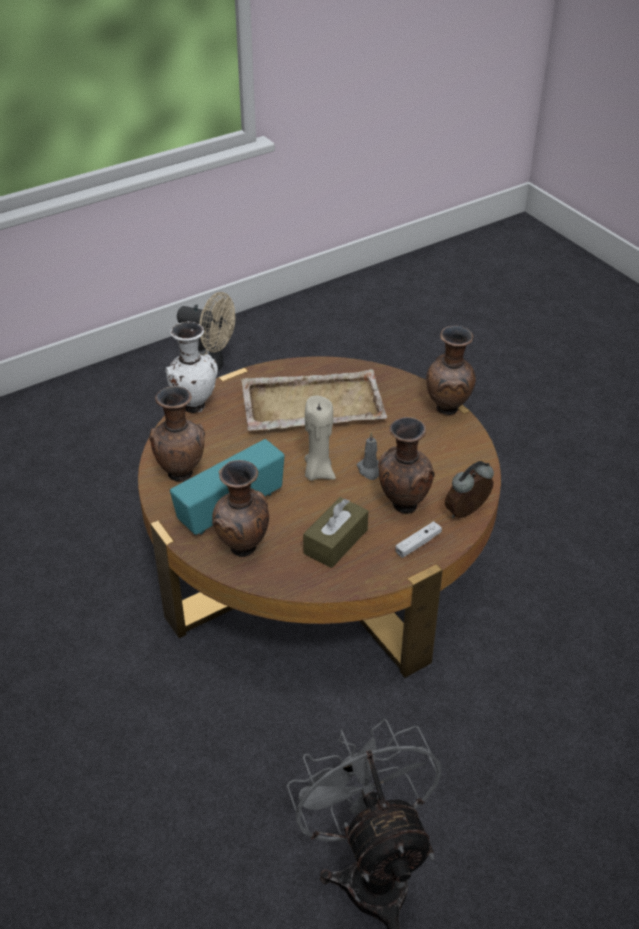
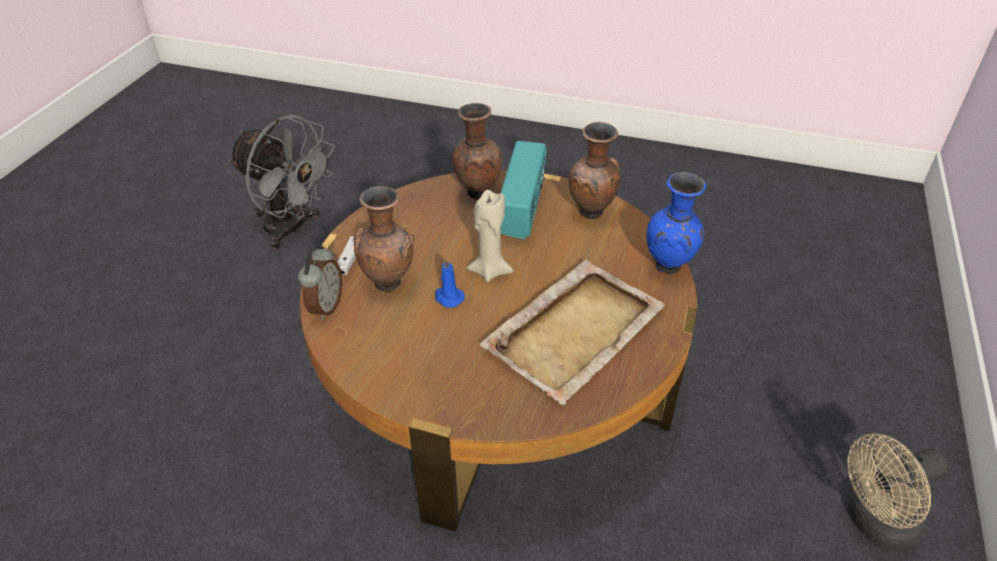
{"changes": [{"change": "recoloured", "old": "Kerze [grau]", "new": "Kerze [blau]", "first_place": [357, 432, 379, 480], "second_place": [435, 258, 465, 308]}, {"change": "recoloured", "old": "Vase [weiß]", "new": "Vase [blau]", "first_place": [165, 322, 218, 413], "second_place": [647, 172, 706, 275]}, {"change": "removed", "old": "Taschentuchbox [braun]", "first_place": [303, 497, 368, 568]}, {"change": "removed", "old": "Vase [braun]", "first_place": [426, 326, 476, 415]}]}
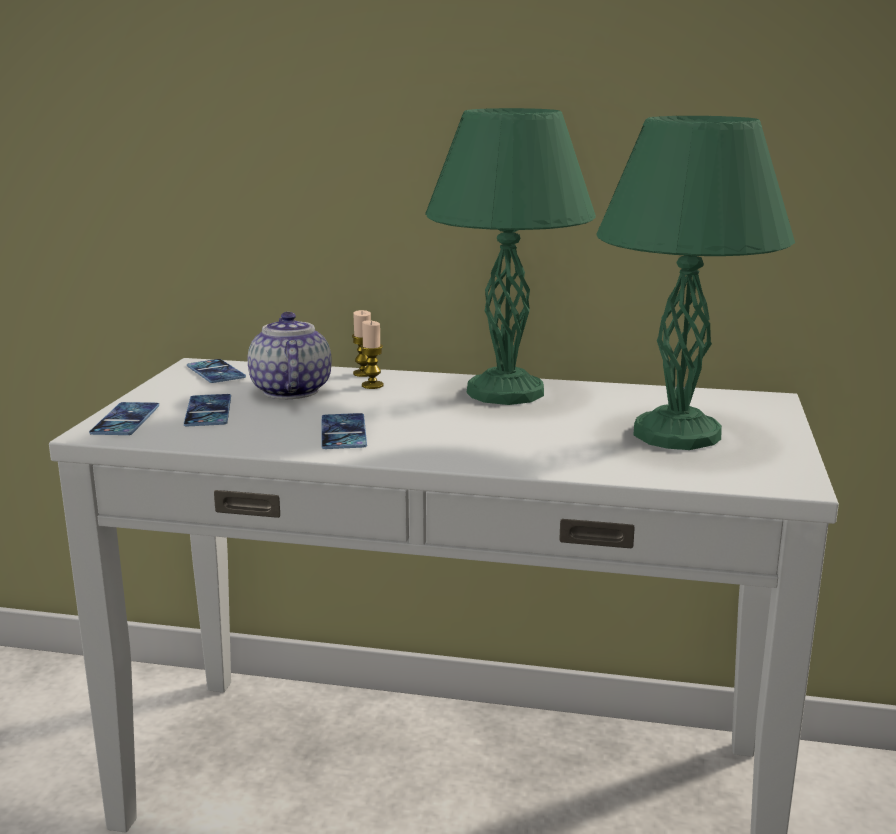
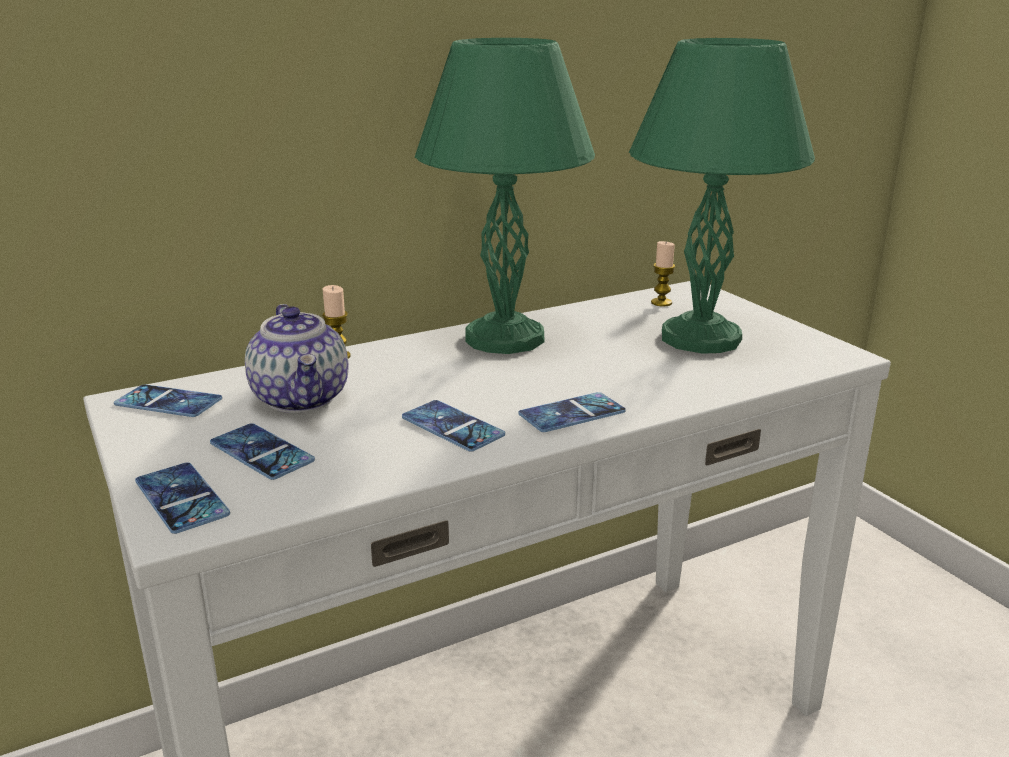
{"changes": [{"change": "turned", "old": "Teekanne", "first_place": [248, 312, 332, 399], "second_place": [245, 304, 348, 413], "degrees": -150}, {"change": "added", "new": "Handy", "second_place": [519, 392, 626, 432]}, {"change": "moved", "old": "Kerze", "first_place": [360, 320, 383, 389], "second_place": [651, 241, 675, 306]}]}
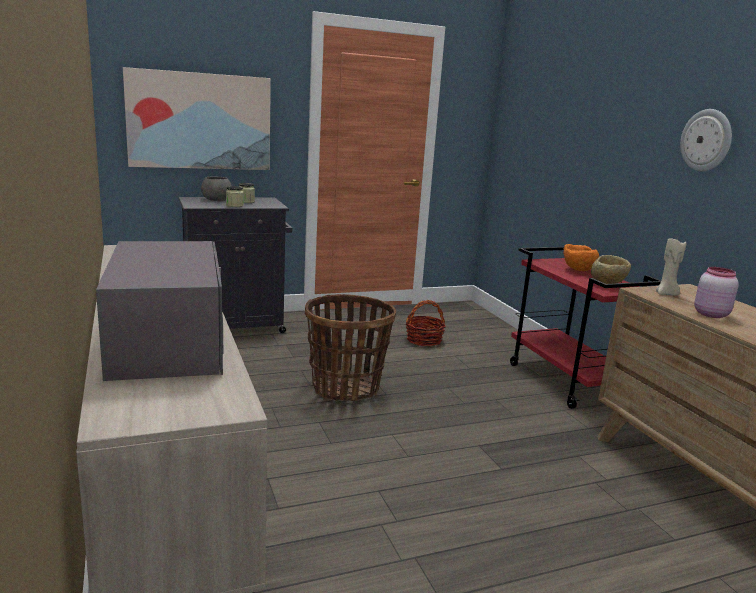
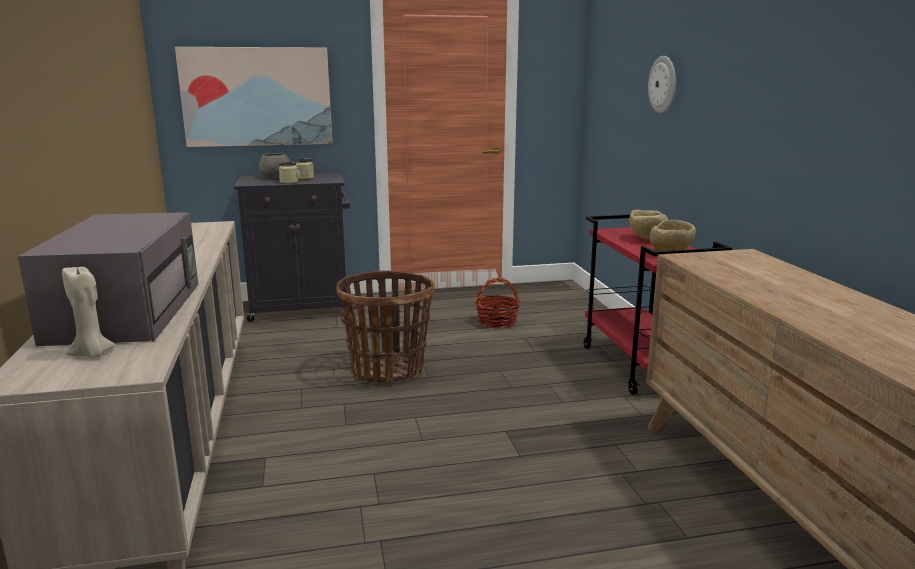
{"changes": [{"change": "moved", "old": "Kerze [beige]", "first_place": [656, 238, 686, 296], "second_place": [62, 266, 116, 358]}, {"change": "recoloured", "old": "Schüssel [orange]", "new": "Schüssel [beige]", "first_place": [564, 244, 599, 271], "second_place": [629, 210, 668, 240]}, {"change": "moved", "old": "Wanduhr", "first_place": [680, 109, 732, 171], "second_place": [648, 56, 676, 113]}, {"change": "removed", "old": "Vorratsglas [rosa]", "first_place": [694, 267, 739, 318]}]}
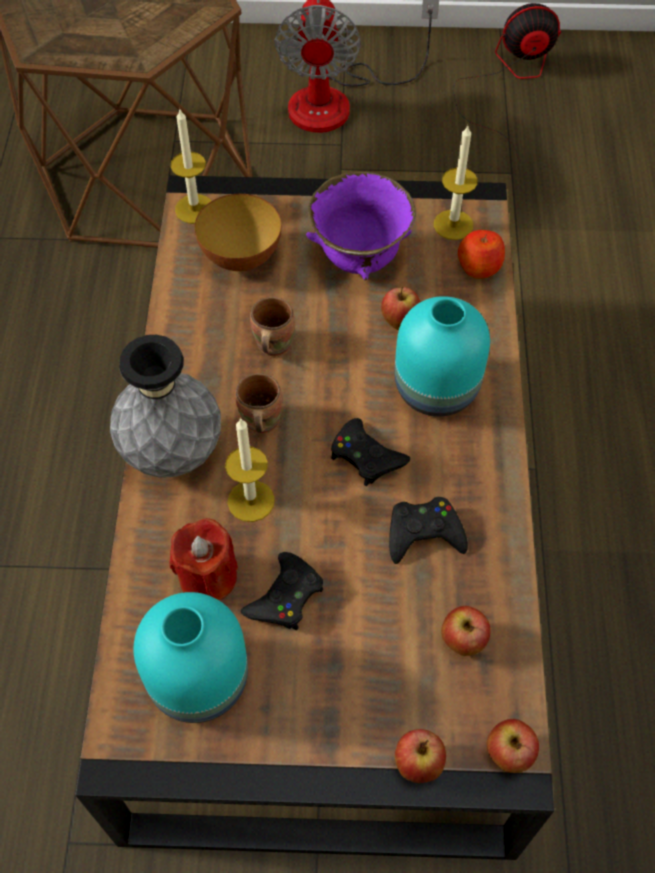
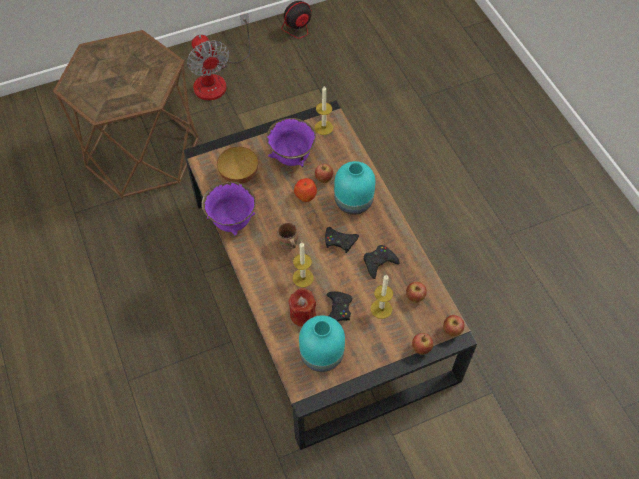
{"changes": [{"change": "added", "new": "Schüssel [lila]", "second_place": [201, 182, 256, 235]}, {"change": "moved", "old": "Apfel", "first_place": [458, 230, 505, 279], "second_place": [294, 178, 317, 202]}, {"change": "moved", "old": "Kerze", "first_place": [170, 109, 212, 224], "second_place": [371, 274, 393, 319]}, {"change": "removed", "old": "Vase [grau]", "first_place": [110, 335, 221, 478]}, {"change": "removed", "old": "Henkelbecher [braun]", "first_place": [250, 297, 295, 356]}]}
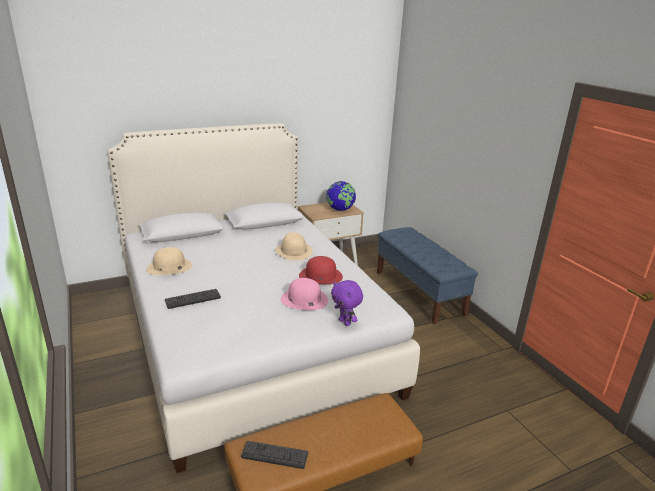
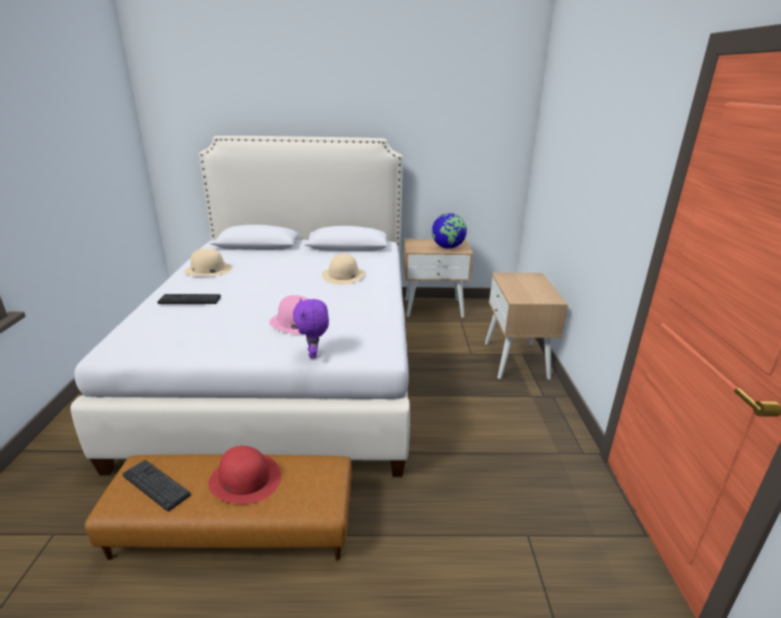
{"changes": [{"change": "moved", "old": "Hut [rot]", "first_place": [299, 256, 343, 284], "second_place": [208, 446, 281, 504]}, {"change": "replaced", "old": "Bank [blau]", "new": "Nachttisch [beige]", "first_place": [377, 227, 478, 324], "second_place": [485, 273, 568, 380]}]}
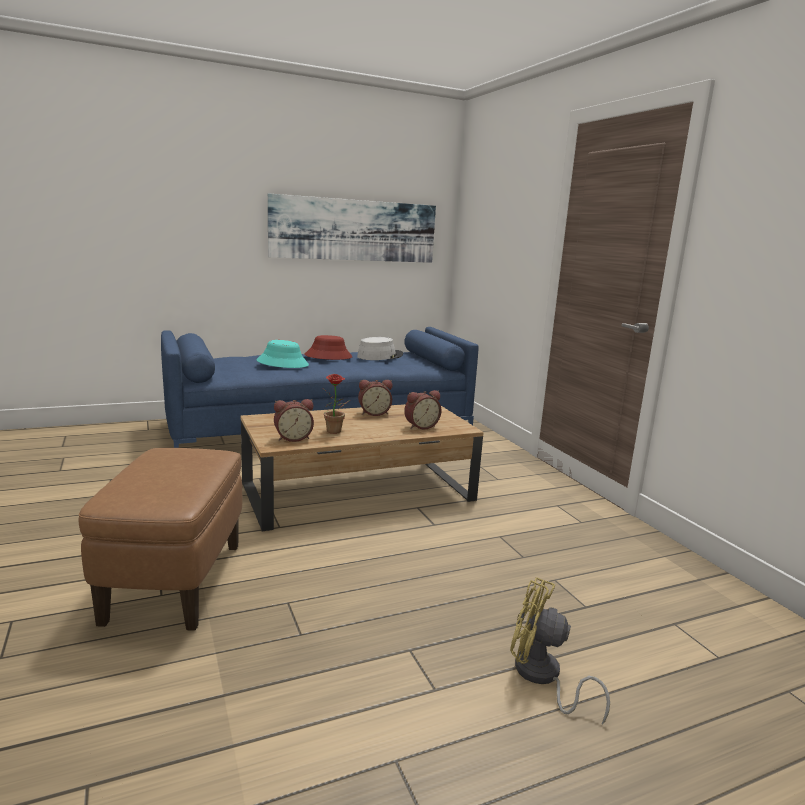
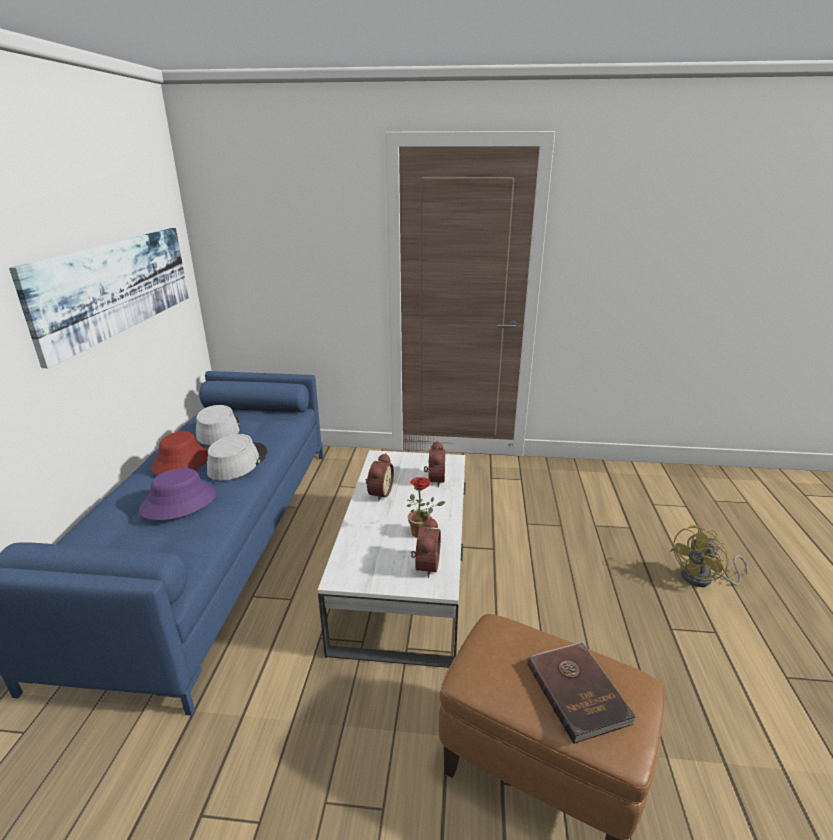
{"changes": [{"change": "recoloured", "old": "Hut [türkis]", "new": "Hut [lila]", "first_place": [257, 340, 309, 368], "second_place": [139, 468, 216, 520]}, {"change": "added", "new": "Hut [grau]", "second_place": [207, 434, 267, 481]}, {"change": "recoloured", "old": "Couchtisch [braun]", "new": "Couchtisch [weiß]", "first_place": [241, 404, 484, 531], "second_place": [318, 450, 466, 668]}, {"change": "added", "new": "Buch [braun]", "second_place": [527, 642, 637, 744]}]}
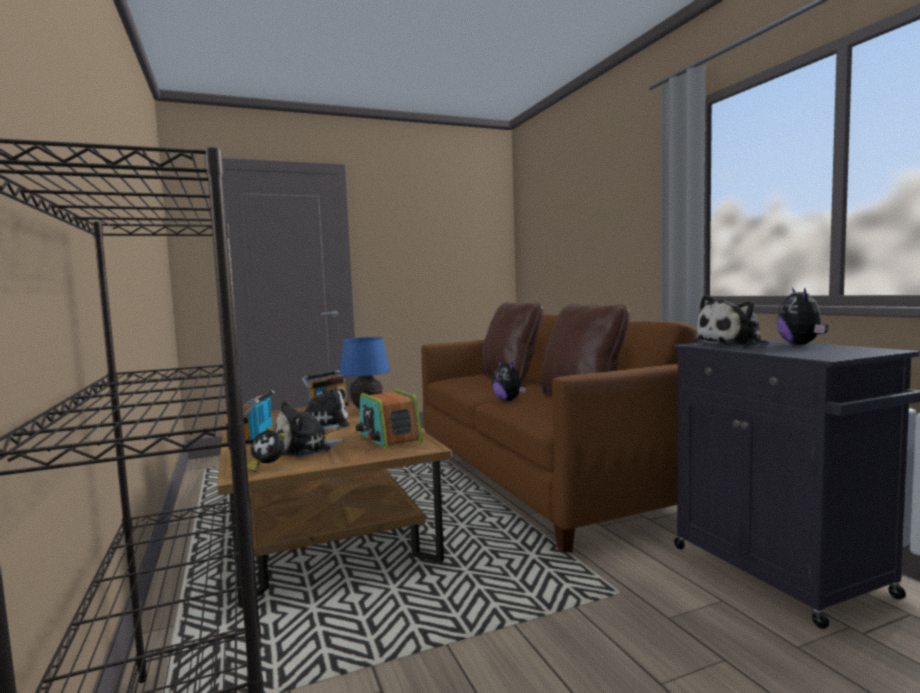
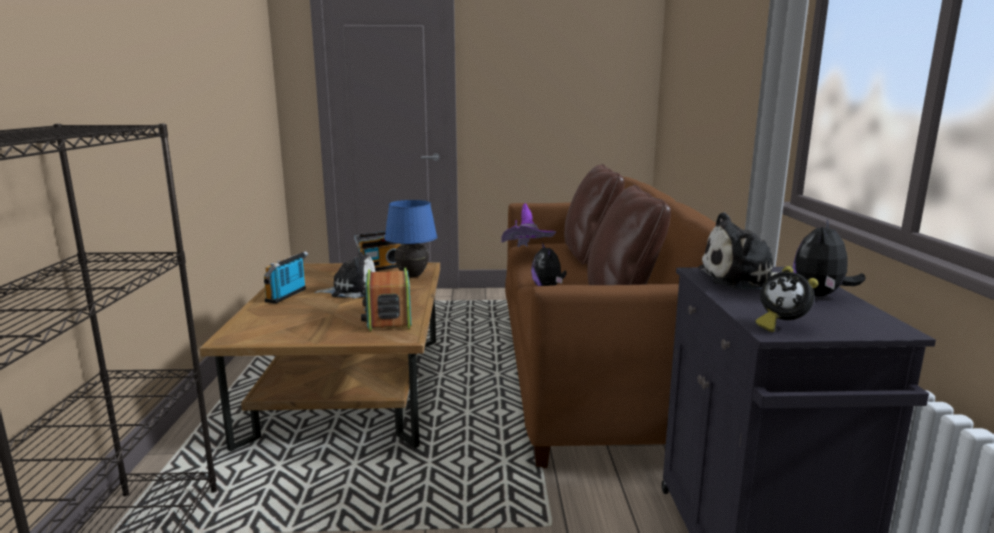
{"changes": [{"change": "added", "new": "Hut [lila]", "second_place": [501, 203, 556, 247]}, {"change": "moved", "old": "Wecker", "first_place": [247, 427, 285, 473], "second_place": [756, 266, 818, 332]}, {"change": "removed", "old": "Plüschtier", "first_place": [275, 401, 345, 457]}]}
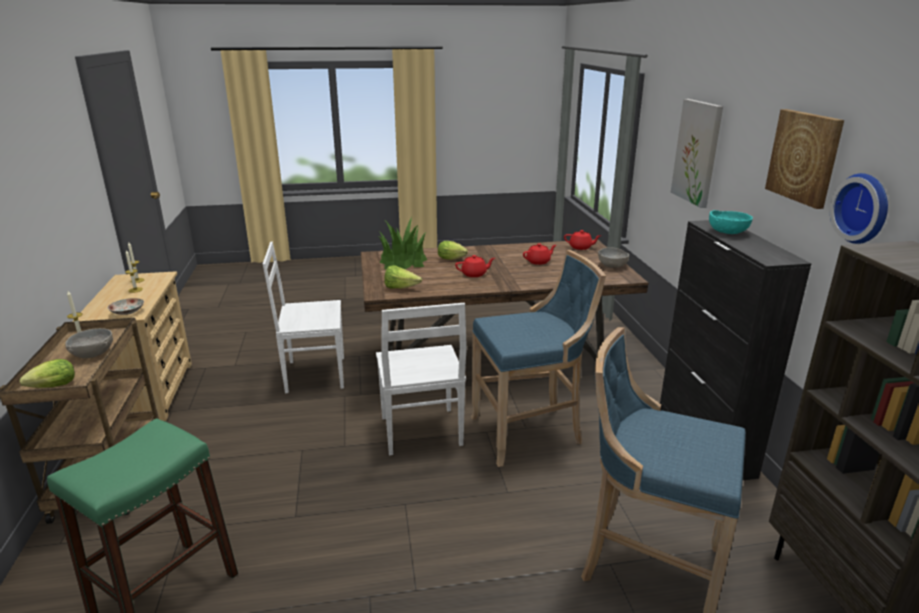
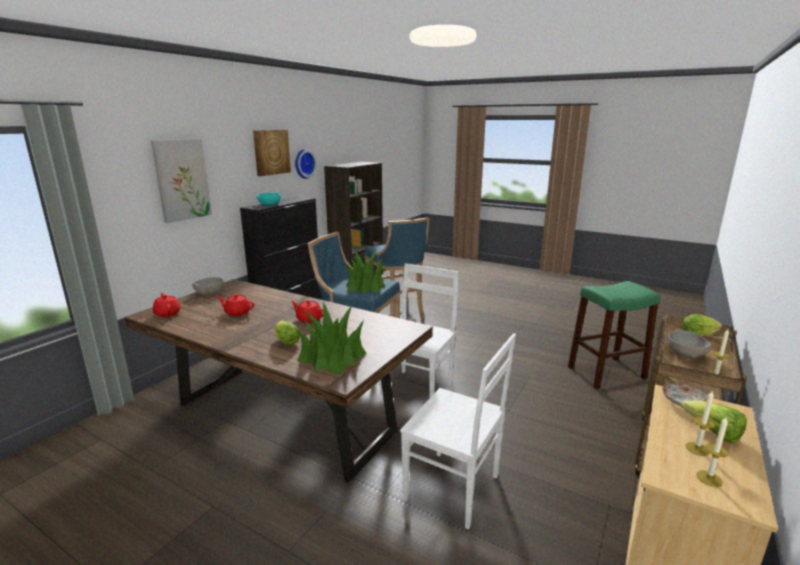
{"changes": [{"change": "added", "new": "Topfpflanze", "second_place": [346, 249, 385, 293]}, {"change": "moved", "old": "Salatkopf", "first_place": [384, 265, 422, 289], "second_place": [681, 400, 747, 444]}]}
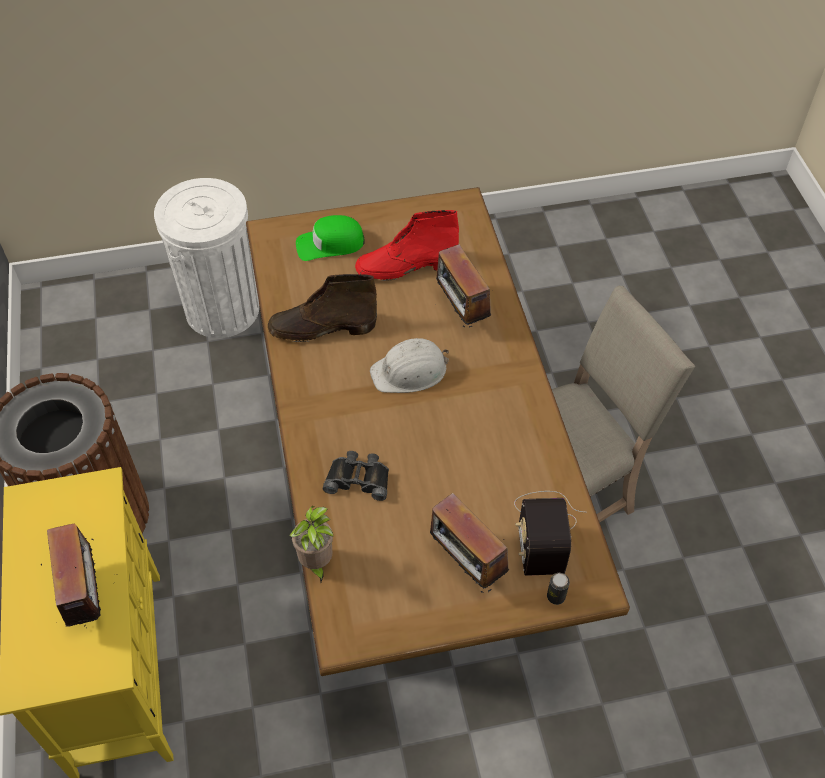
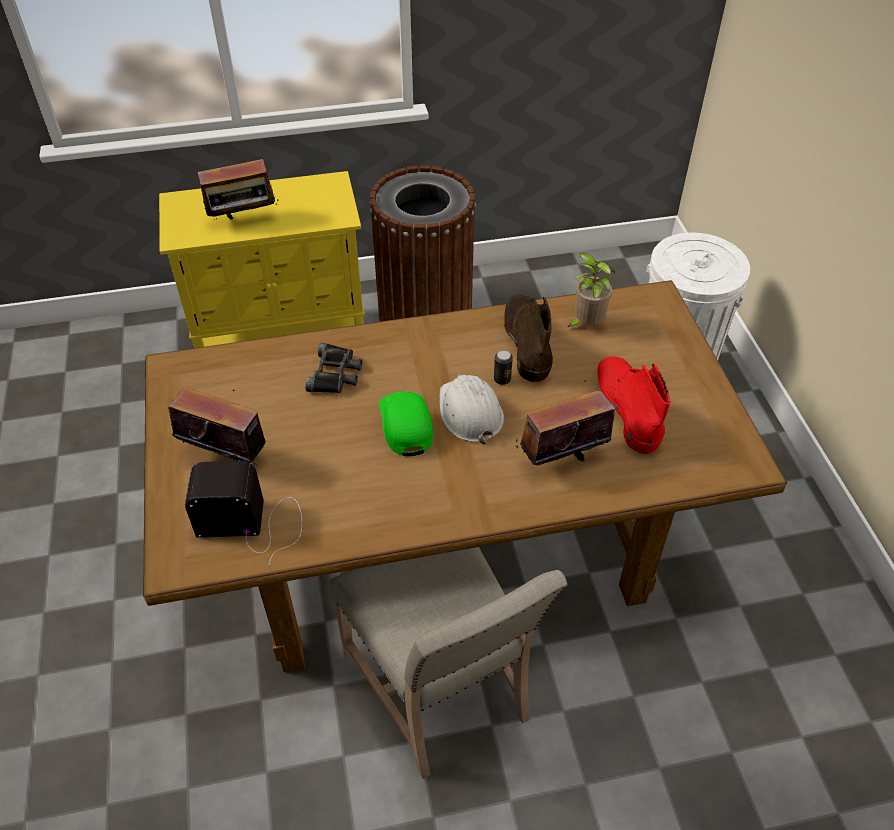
{"changes": [{"change": "turned", "old": "Radio", "first_place": [430, 493, 509, 593], "second_place": [168, 388, 266, 465], "degrees": 60}, {"change": "moved", "old": "Kappe [grün]", "first_place": [296, 215, 365, 261], "second_place": [379, 392, 433, 456]}, {"change": "moved", "old": "Dose", "first_place": [547, 573, 570, 605], "second_place": [494, 350, 513, 385]}, {"change": "moved", "old": "Topfpflanze", "first_place": [289, 506, 334, 582], "second_place": [568, 253, 615, 327]}]}
